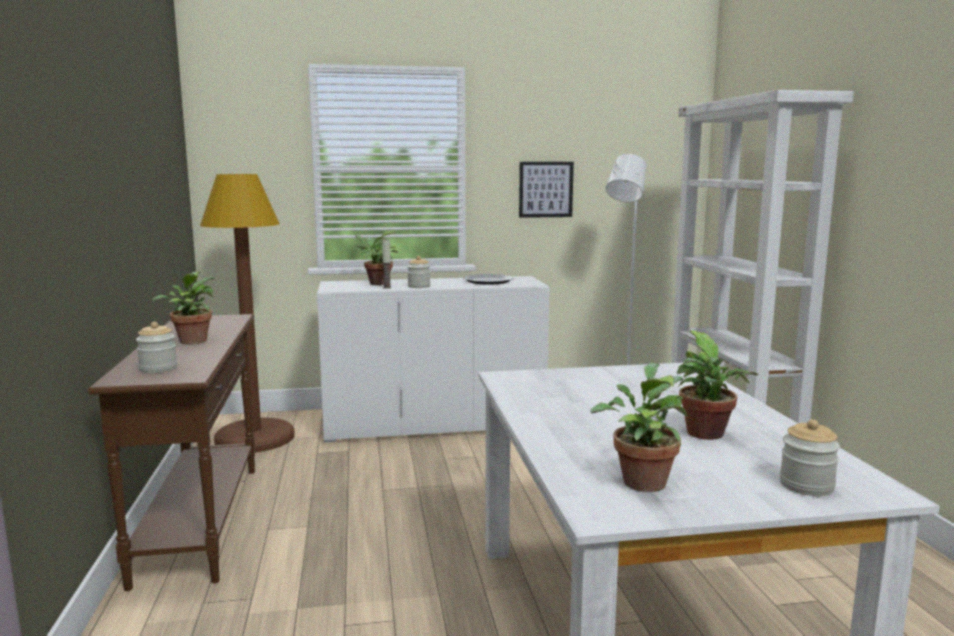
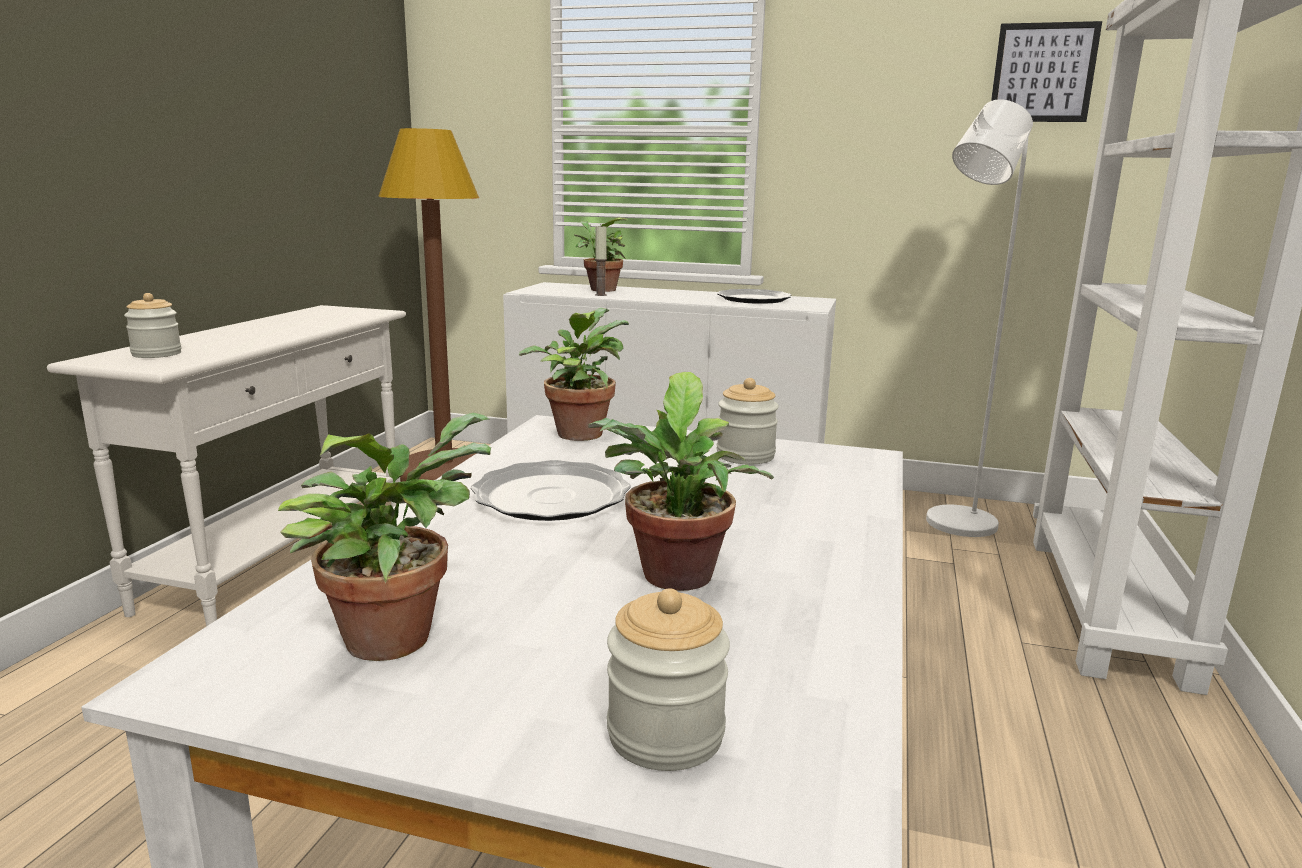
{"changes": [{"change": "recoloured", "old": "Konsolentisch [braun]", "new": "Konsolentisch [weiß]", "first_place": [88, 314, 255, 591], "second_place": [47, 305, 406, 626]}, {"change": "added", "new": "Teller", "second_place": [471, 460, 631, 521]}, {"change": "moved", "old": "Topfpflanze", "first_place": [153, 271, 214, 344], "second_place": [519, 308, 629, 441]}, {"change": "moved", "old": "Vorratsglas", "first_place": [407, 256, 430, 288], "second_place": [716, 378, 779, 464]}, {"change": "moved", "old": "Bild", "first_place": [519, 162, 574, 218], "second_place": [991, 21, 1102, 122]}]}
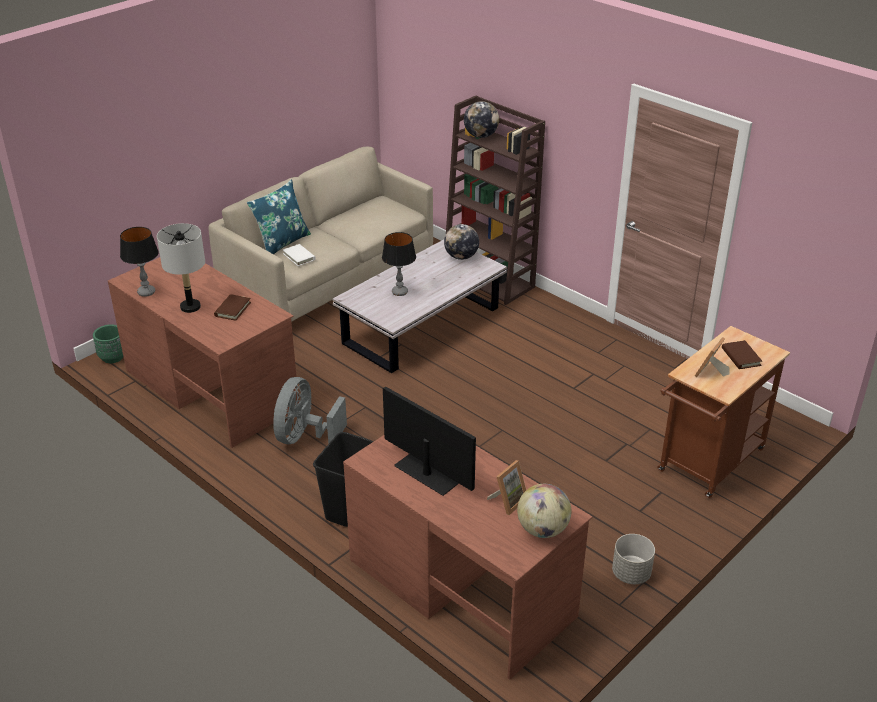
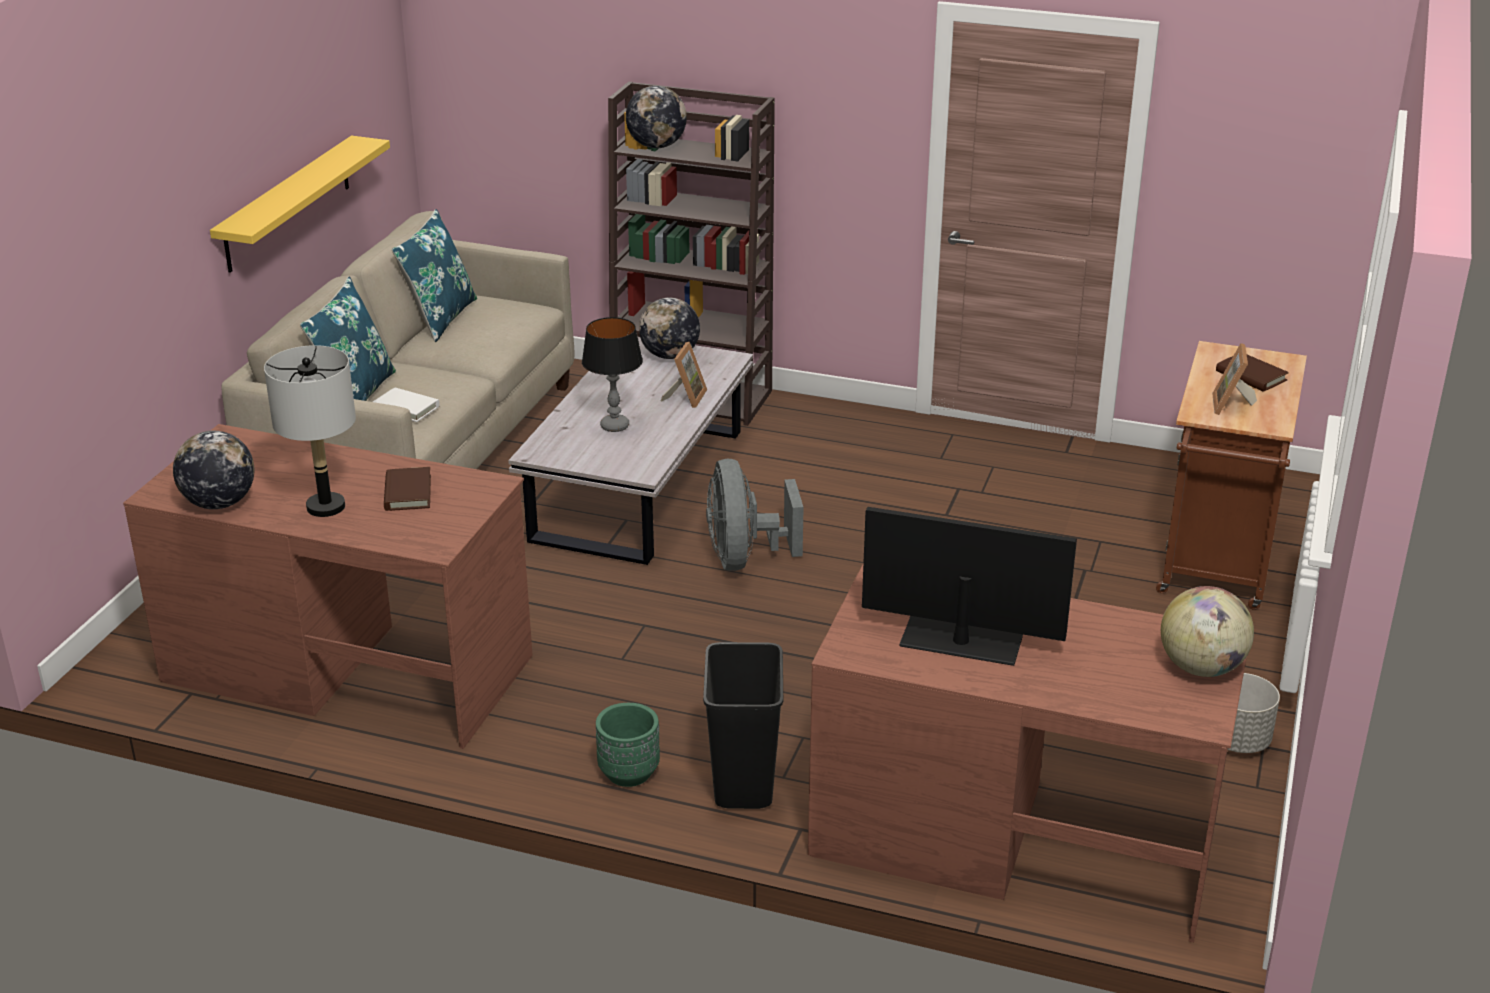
{"changes": [{"change": "replaced", "old": "Tischlampe", "new": "Globus", "first_place": [120, 227, 159, 297], "second_place": [173, 431, 254, 509]}, {"change": "added", "new": "Wandregal [gelb]", "second_place": [210, 136, 390, 273]}, {"change": "added", "new": "Kissen [blau]", "second_place": [392, 209, 477, 342]}, {"change": "moved", "old": "Pflanzkübel [grün]", "first_place": [93, 324, 123, 363], "second_place": [596, 703, 660, 787]}, {"change": "moved", "old": "Bilderrahmen", "first_place": [487, 460, 526, 515], "second_place": [661, 342, 707, 408]}, {"change": "moved", "old": "Ventilator [grau]", "first_place": [273, 377, 347, 444], "second_place": [706, 459, 804, 571]}]}
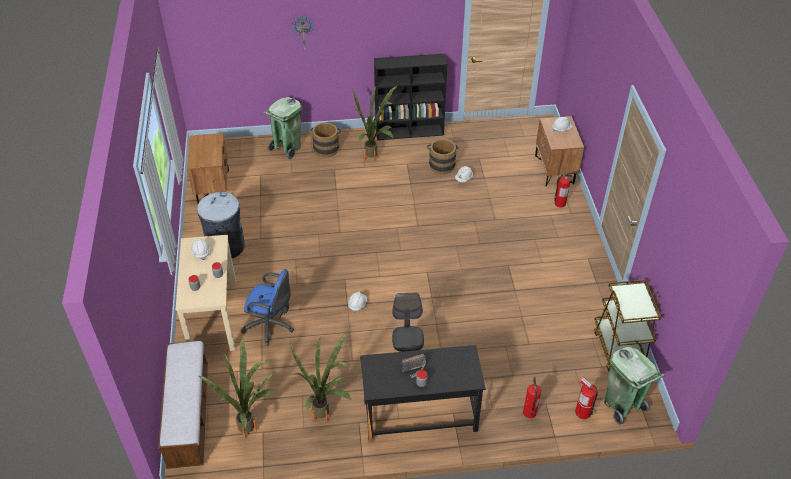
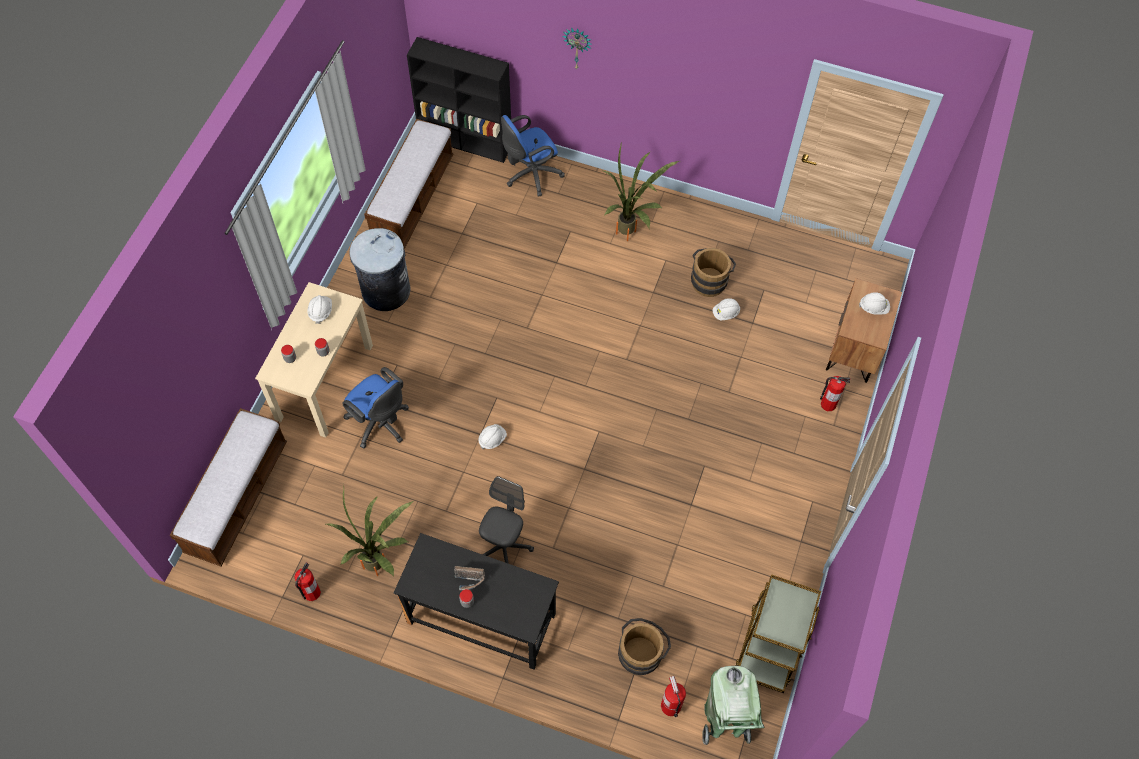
{"changes": [{"change": "moved", "old": "Feuerlöscher", "first_place": [523, 376, 541, 418], "second_place": [294, 562, 321, 601]}, {"change": "replaced", "old": "Nachttisch [braun]", "new": "Bank", "first_place": [187, 133, 229, 203], "second_place": [364, 119, 453, 249]}, {"change": "moved", "old": "Bücherregal [schwarz]", "first_place": [374, 54, 448, 140], "second_place": [407, 37, 511, 163]}, {"change": "replaced", "old": "Mülleimer [grün]", "new": "Bürostuhl [blau]", "first_place": [263, 97, 302, 160], "second_place": [501, 115, 565, 197]}, {"change": "moved", "old": "Eimer [braun]", "first_place": [310, 123, 341, 157], "second_place": [618, 618, 671, 675]}, {"change": "removed", "old": "Topfpflanze", "first_place": [199, 335, 277, 439]}]}
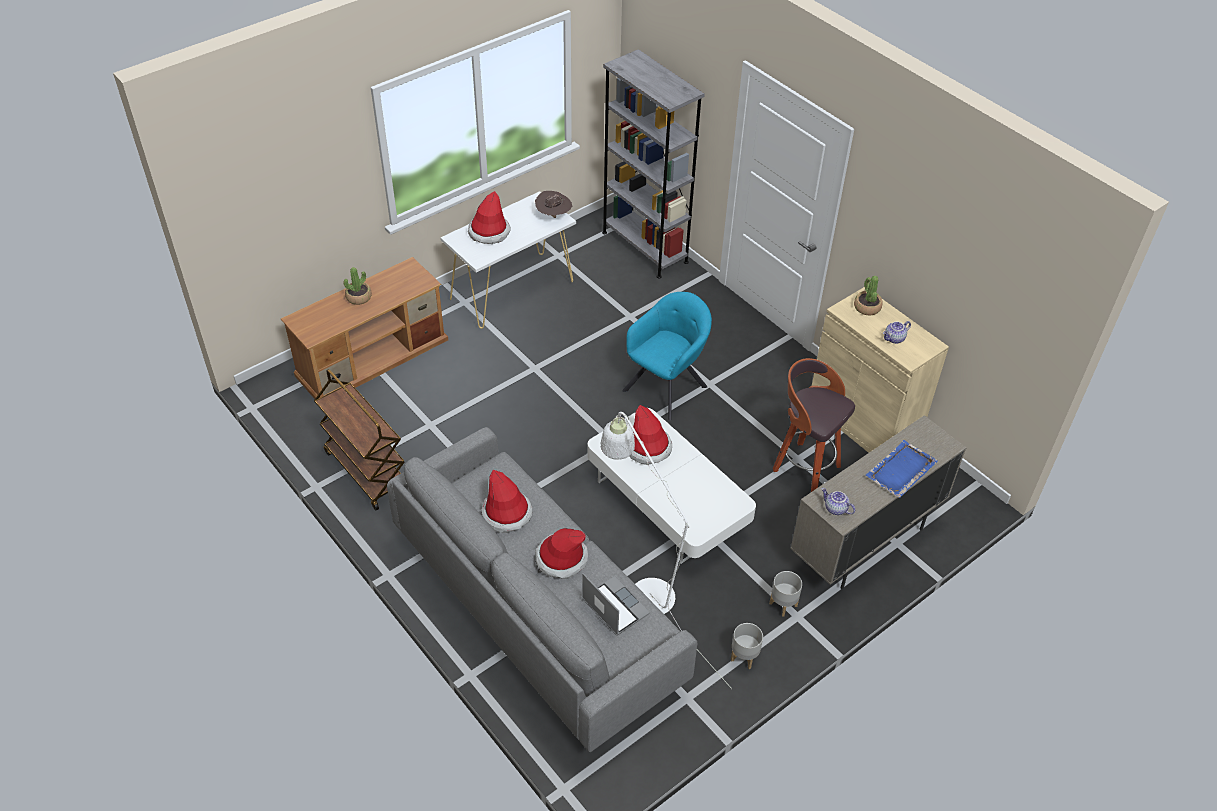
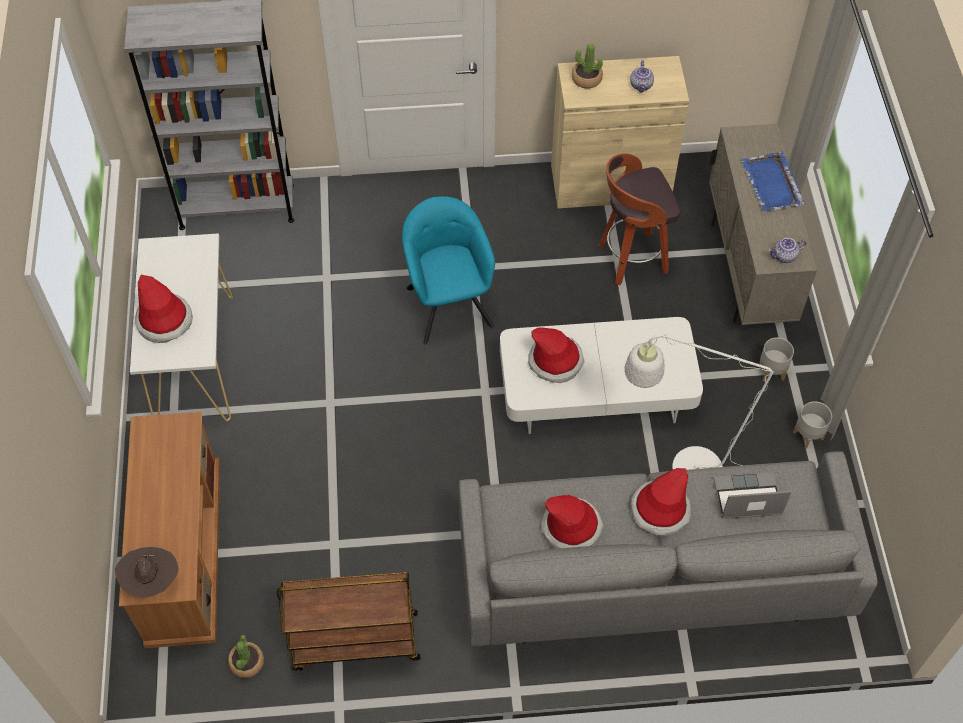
{"changes": [{"change": "moved", "old": "Hut [braun]", "first_place": [535, 191, 572, 218], "second_place": [115, 547, 179, 598]}, {"change": "moved", "old": "Topfpflanze", "first_place": [344, 267, 372, 305], "second_place": [228, 635, 264, 678]}]}
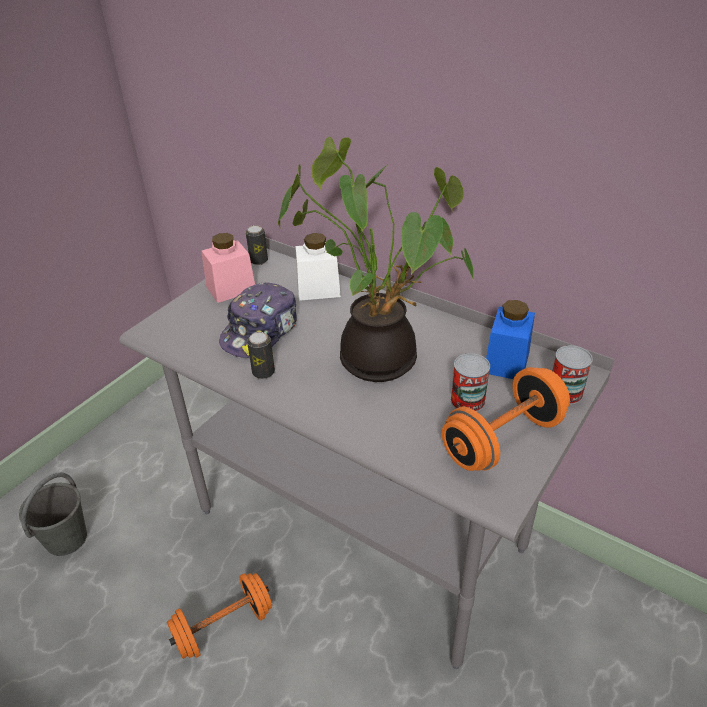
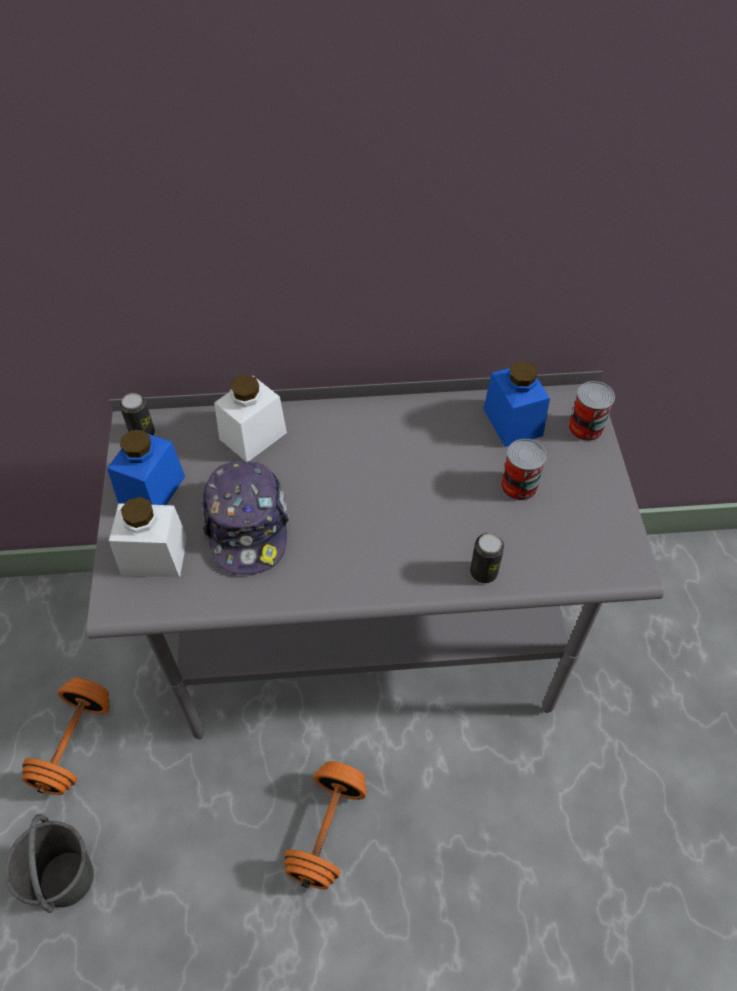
{"changes": [{"change": "moved", "old": "Hantel [orange]", "first_place": [442, 367, 570, 471], "second_place": [22, 678, 110, 795]}, {"change": "recoloured", "old": "Vorratsglas [rosa]", "new": "Vorratsglas [blau]", "first_place": [201, 233, 255, 303], "second_place": [107, 430, 185, 505]}, {"change": "added", "new": "Vorratsglas [weiß]", "second_place": [109, 497, 187, 578]}, {"change": "moved", "old": "Dose", "first_place": [247, 332, 275, 379], "second_place": [470, 533, 504, 583]}, {"change": "removed", "old": "Topfpflanze", "first_place": [278, 137, 474, 382]}]}
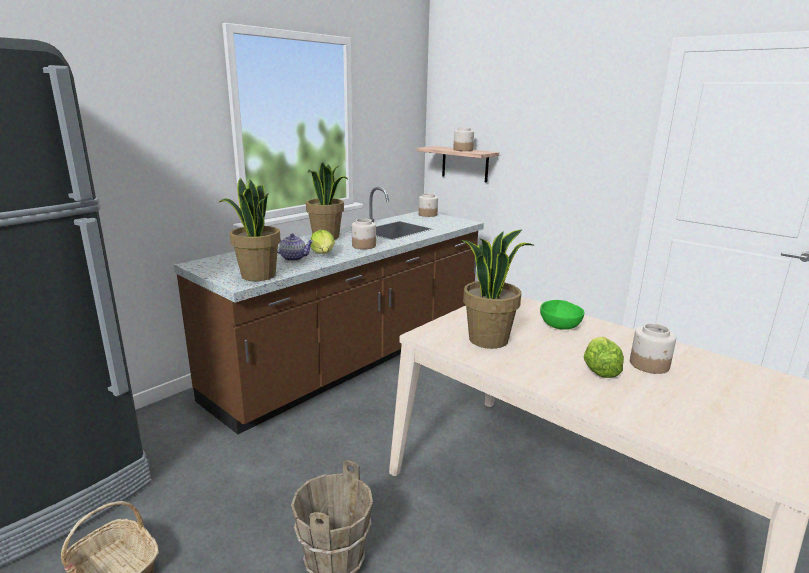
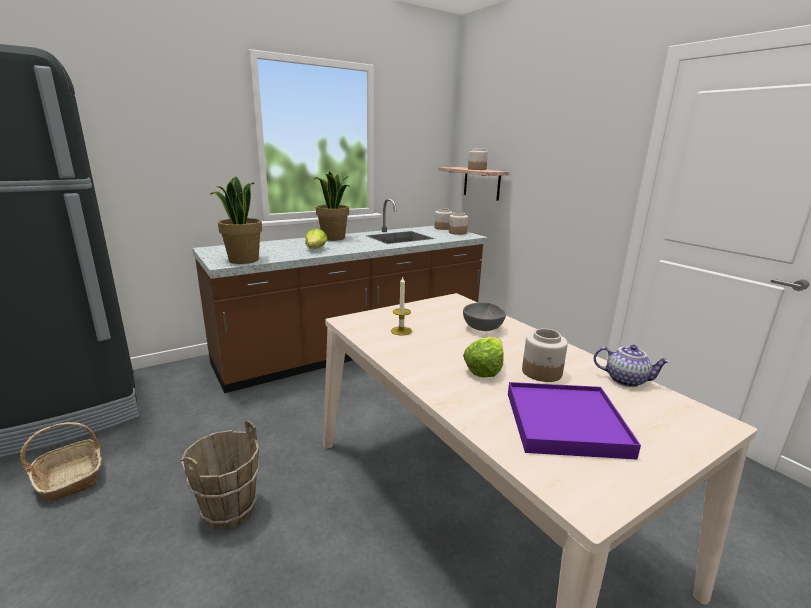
{"changes": [{"change": "replaced", "old": "Topfpflanze", "new": "Kerze", "first_place": [461, 229, 534, 349], "second_place": [391, 277, 412, 335]}, {"change": "moved", "old": "Vorratsglas", "first_place": [352, 219, 376, 249], "second_place": [449, 212, 468, 235]}, {"change": "recoloured", "old": "Schüssel [grün]", "new": "Schüssel [grau]", "first_place": [540, 300, 585, 330], "second_place": [463, 302, 506, 331]}, {"change": "added", "new": "Tablett [lila]", "second_place": [508, 382, 641, 459]}, {"change": "moved", "old": "Teekanne", "first_place": [277, 234, 314, 261], "second_place": [594, 345, 670, 387]}]}
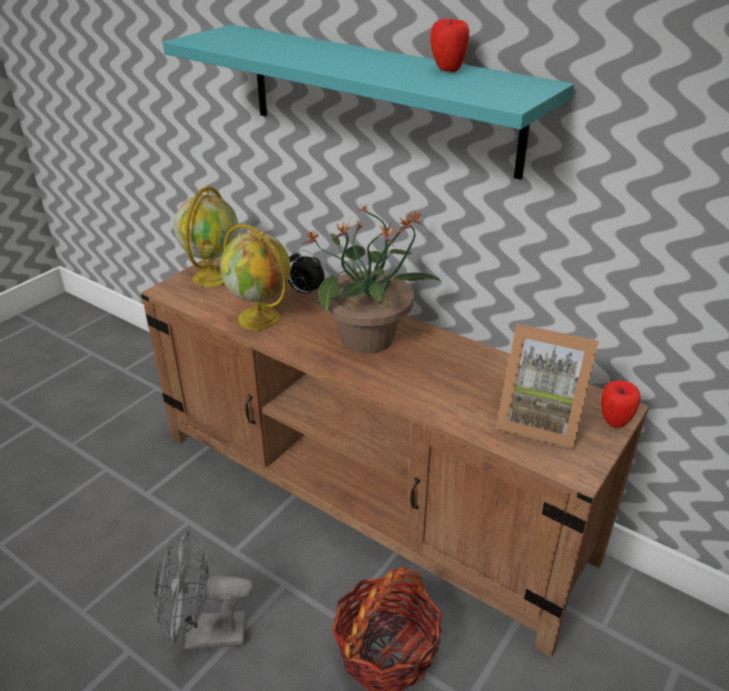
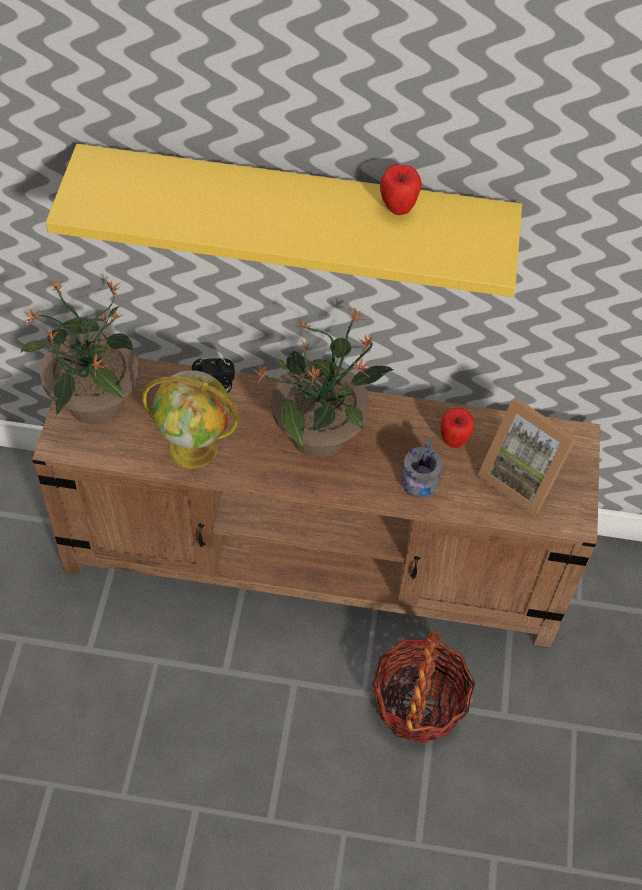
{"changes": [{"change": "replaced", "old": "Globus", "new": "Topfpflanze", "first_place": [174, 185, 239, 287], "second_place": [21, 280, 139, 424]}, {"change": "recoloured", "old": "Wandregal [türkis]", "new": "Wandregal [gelb]", "first_place": [163, 25, 574, 180], "second_place": [46, 144, 522, 297]}, {"change": "added", "new": "Henkelbecher [grau]", "second_place": [401, 437, 443, 498]}, {"change": "moved", "old": "Apfel", "first_place": [601, 380, 640, 428], "second_place": [440, 407, 474, 448]}, {"change": "turned", "old": "Bilderrahmen", "first_place": [496, 324, 599, 449], "second_place": [477, 397, 576, 516], "degrees": 45}, {"change": "removed", "old": "Ventilator [grau]", "first_place": [153, 531, 253, 650]}]}
